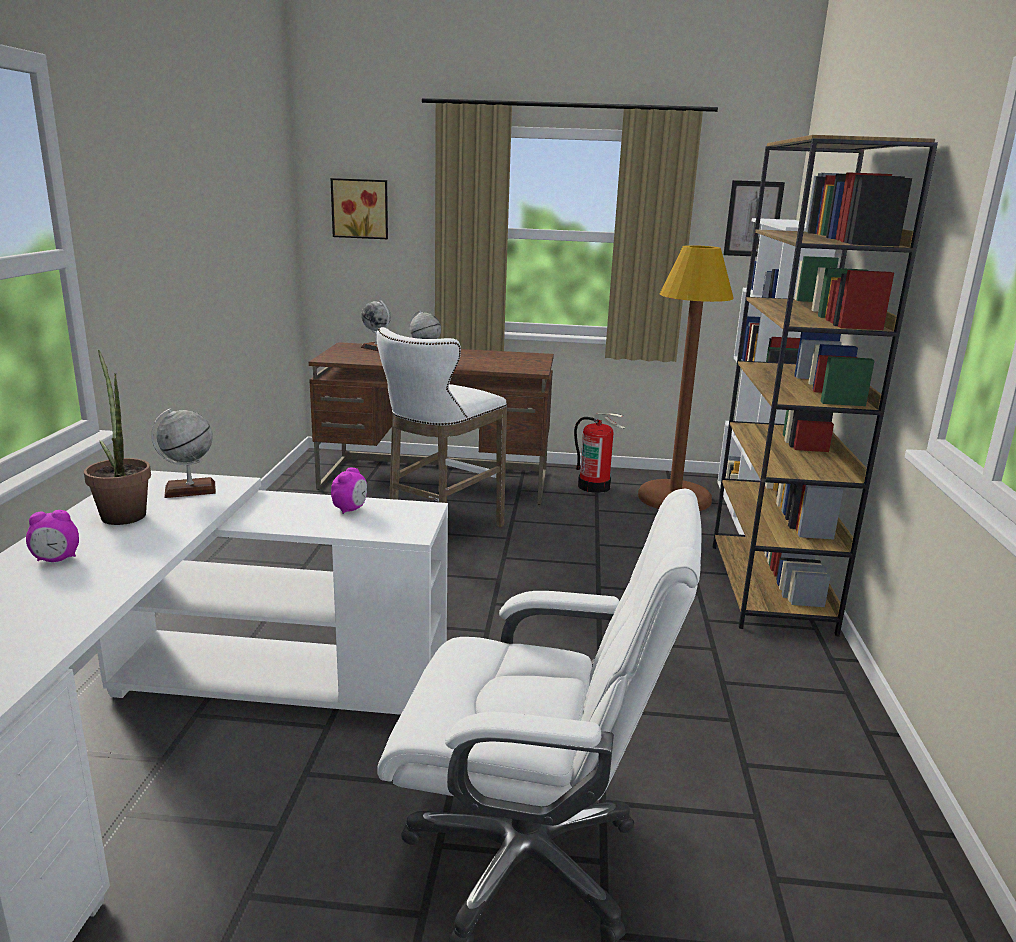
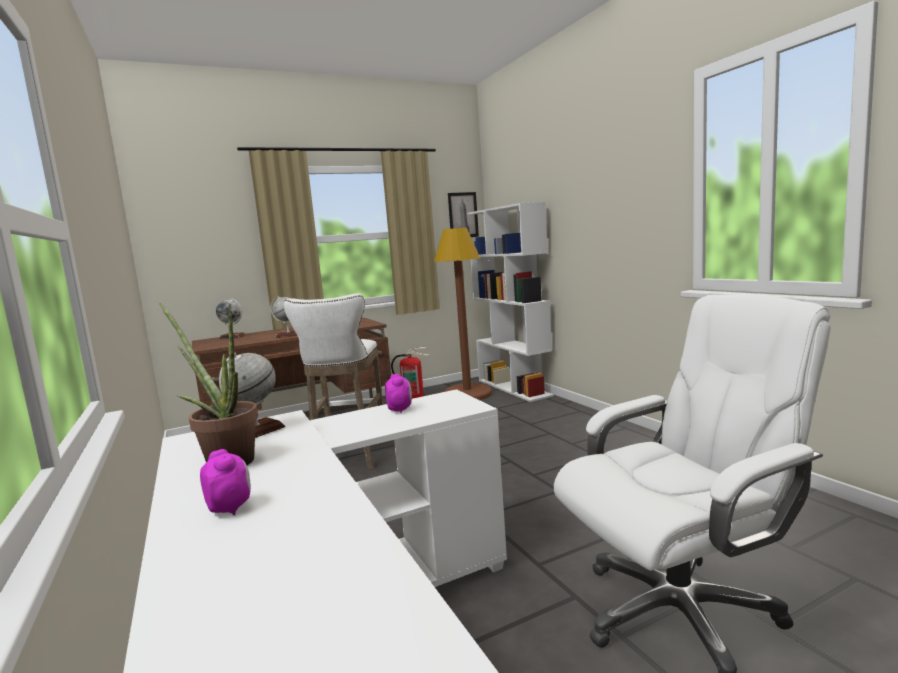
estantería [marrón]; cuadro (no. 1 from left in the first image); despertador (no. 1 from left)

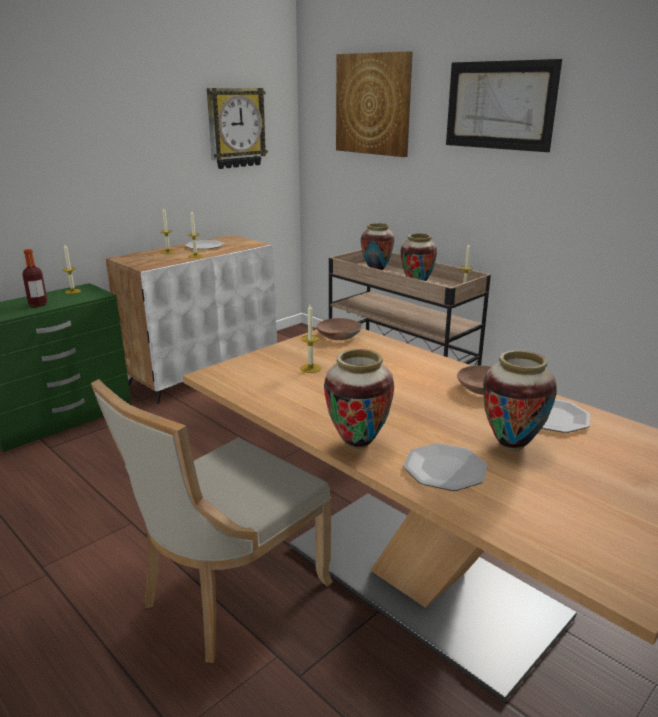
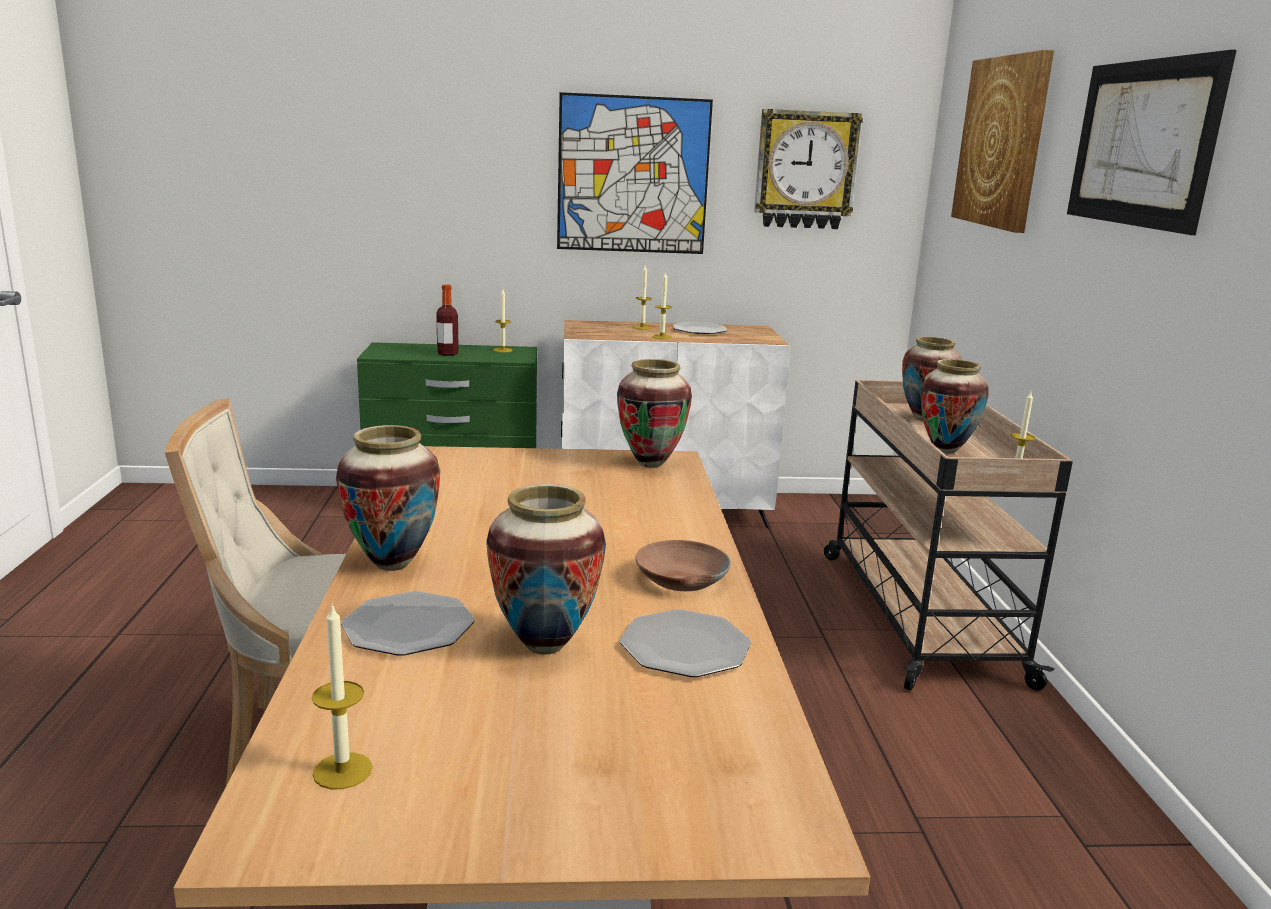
vela (no. 1 from left); florero (no. 3 from left); cuadro (no. 1 from left)

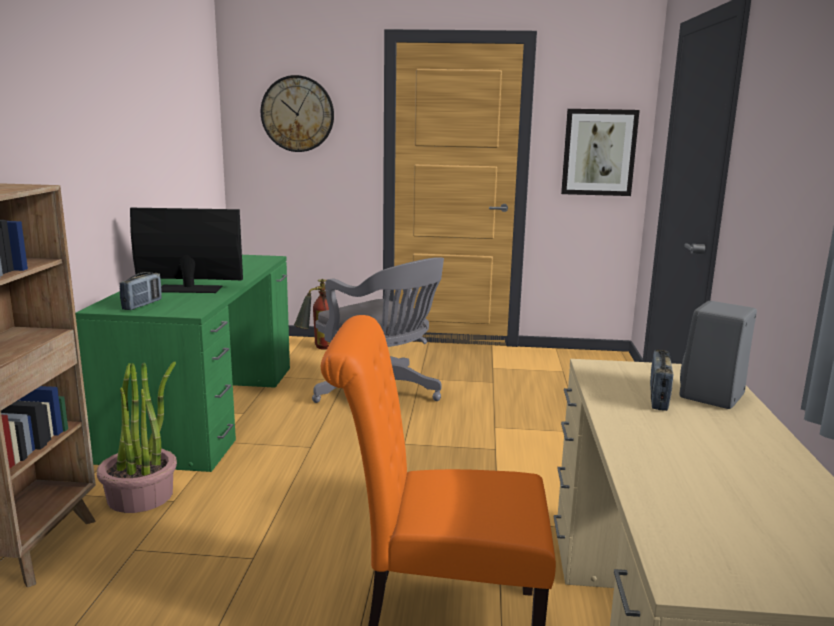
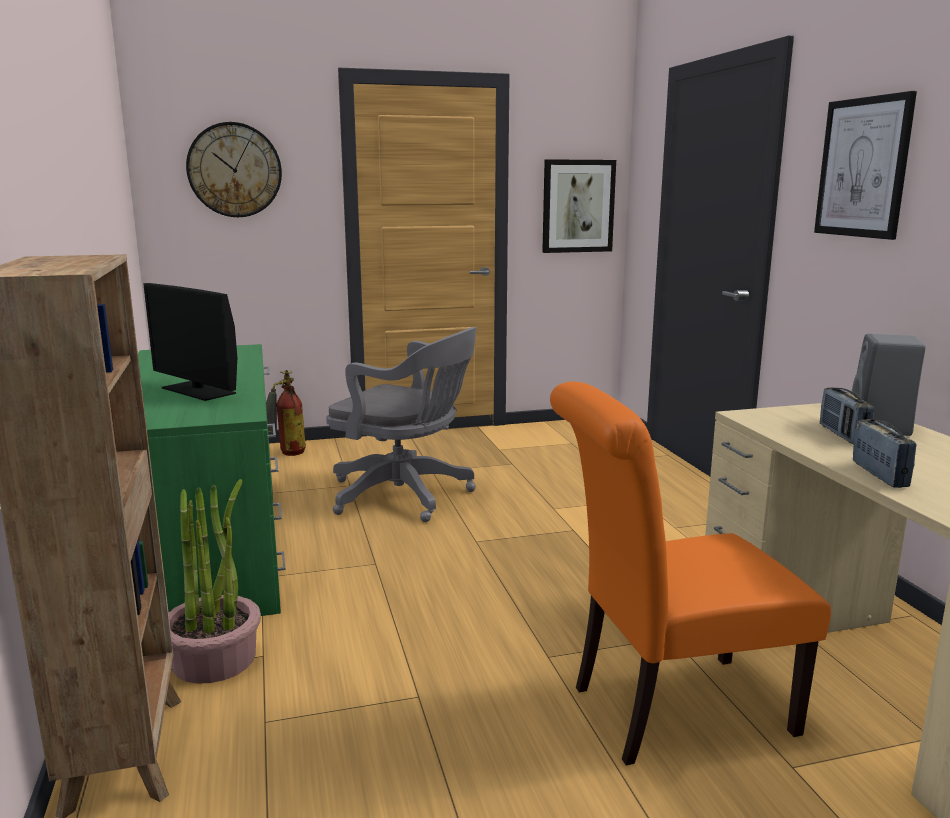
monitor; radio (no. 2 from left); cuadro (no. 2 from left)

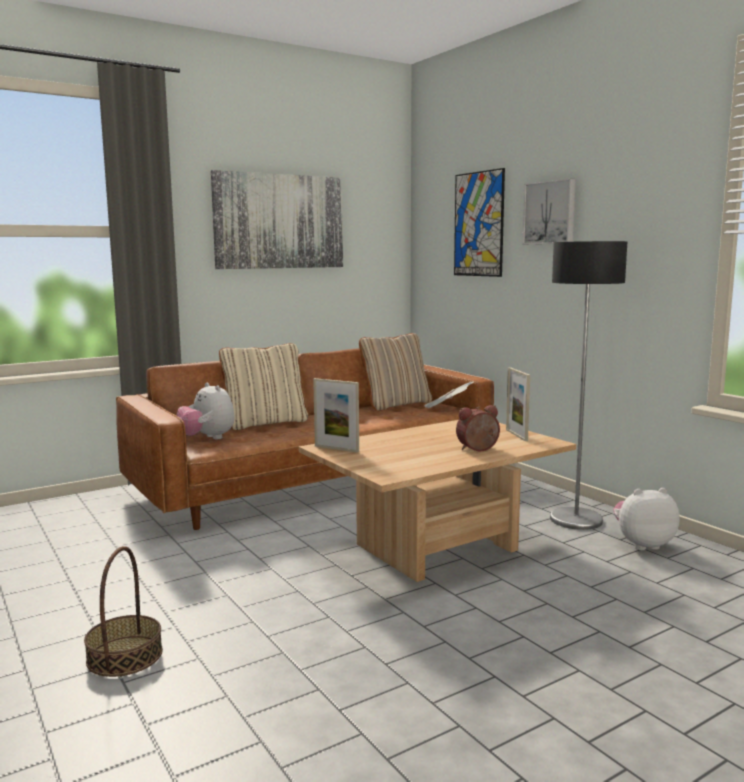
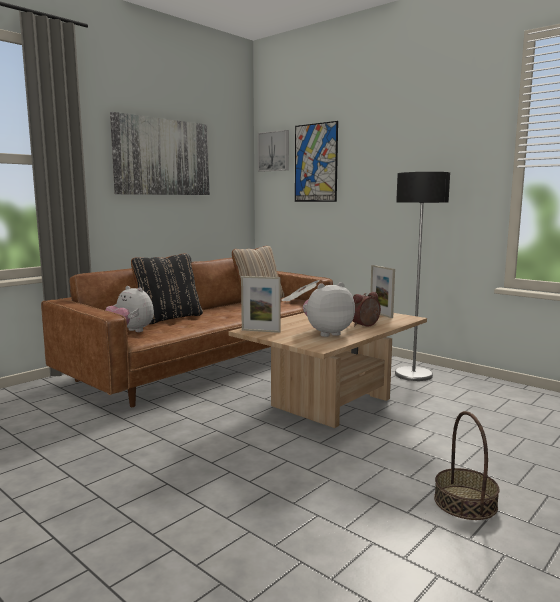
cuadro (no. 2 from left); cojín [negro]; peluche (no. 2 from left); cesta

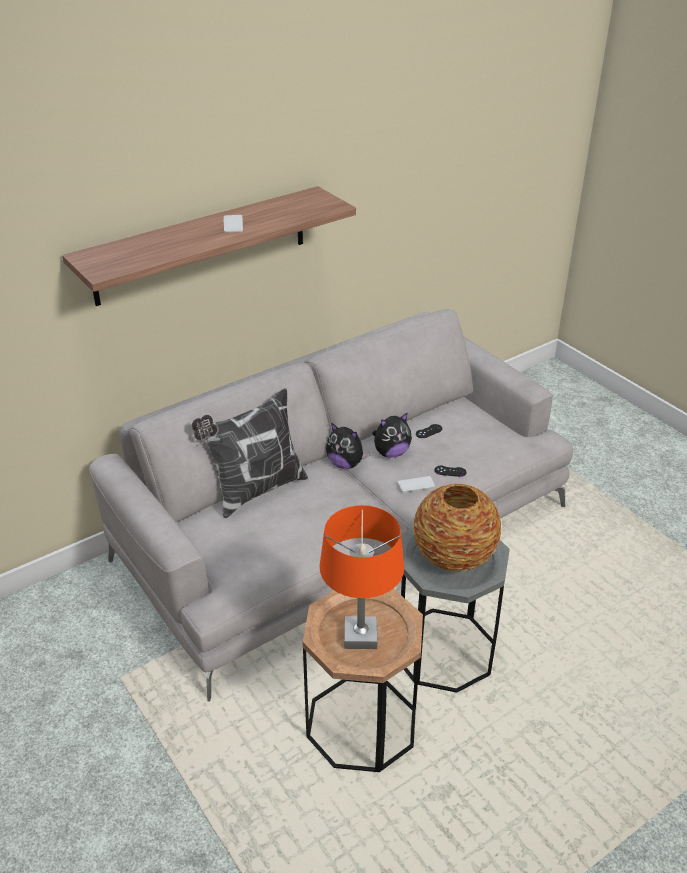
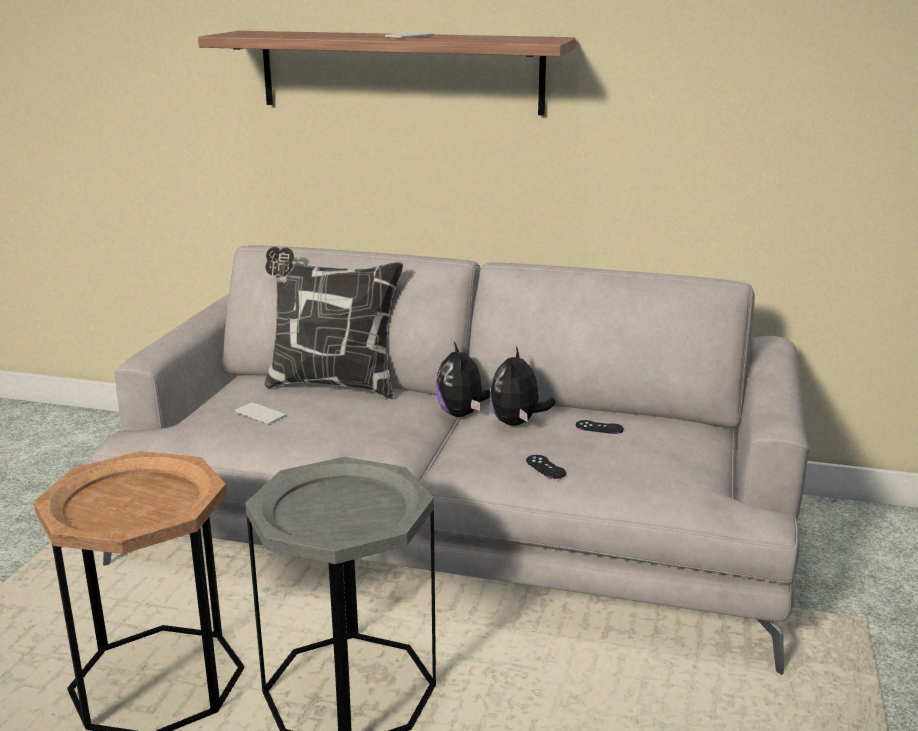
peluche (no. 2 from left); móvil (no. 1 from left); florero; lámpara de mesa [naranja]

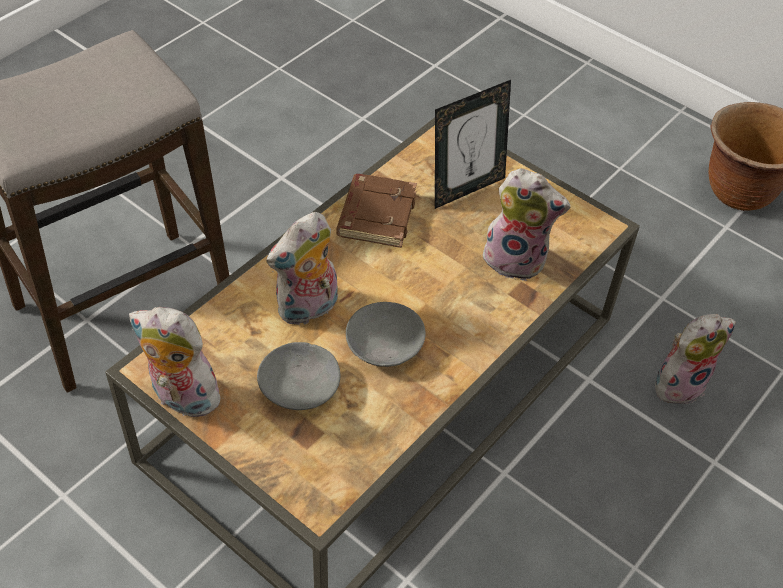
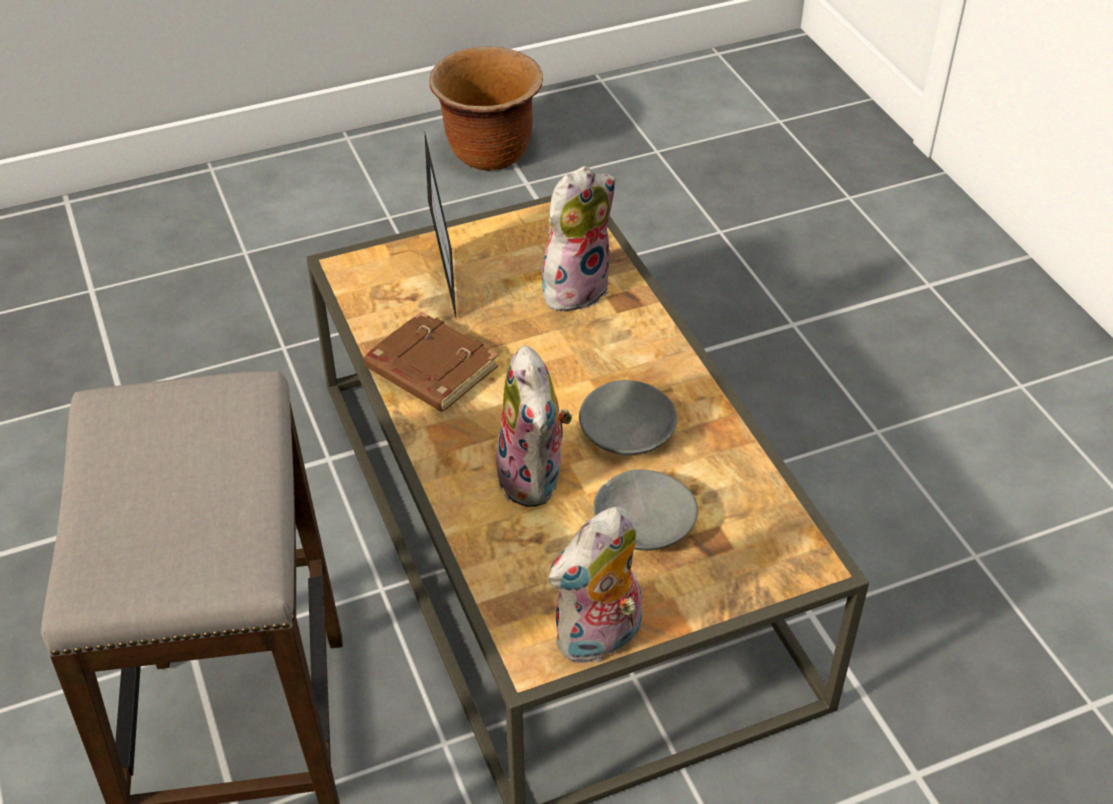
peluche (no. 4 from left in the first image)

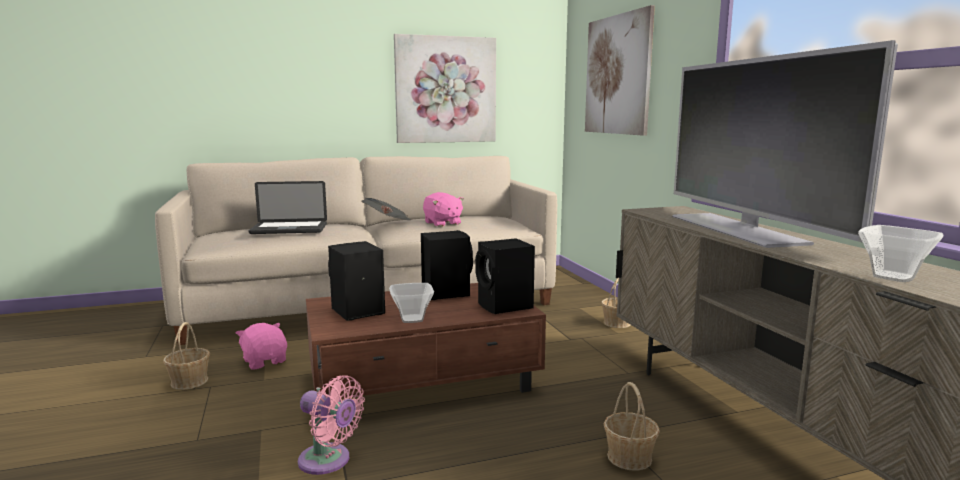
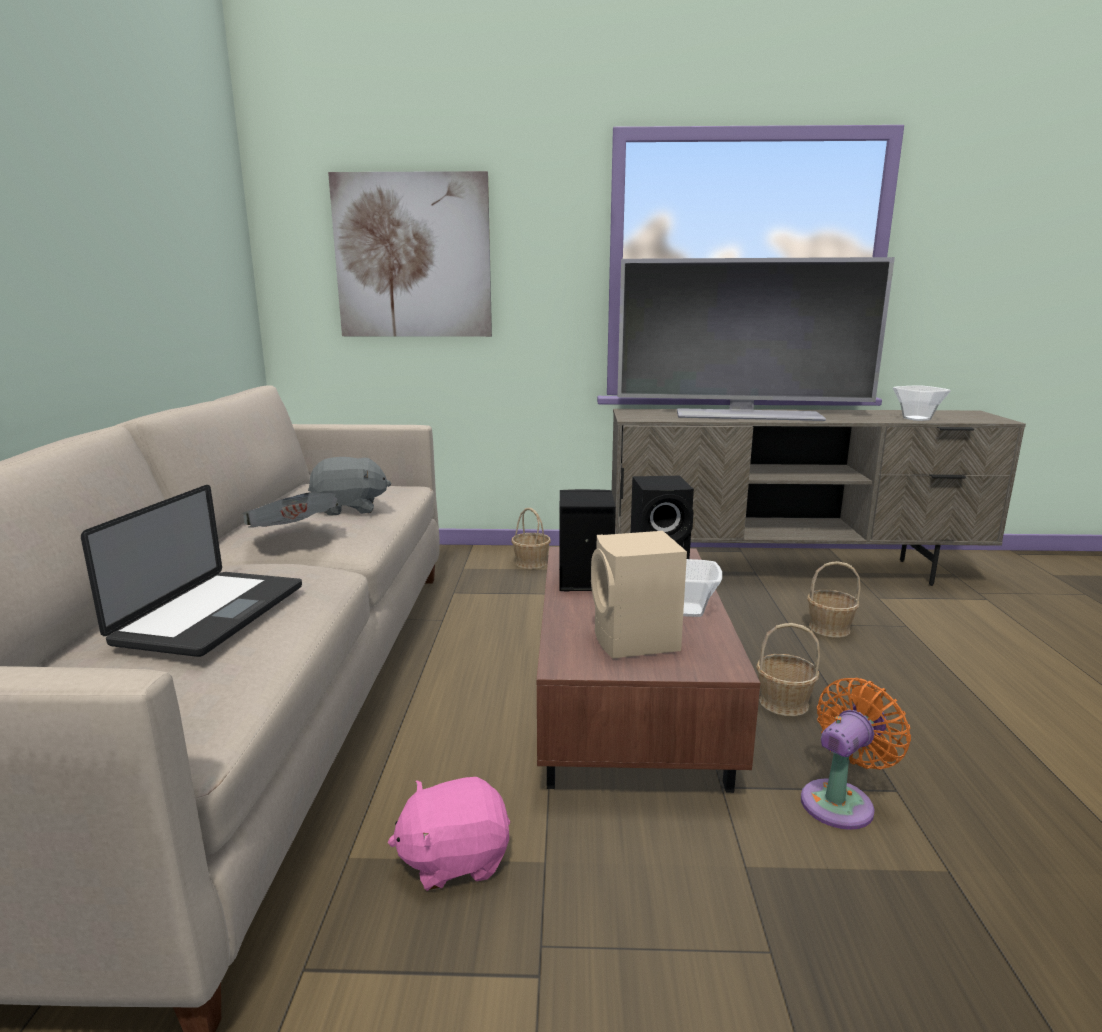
cuadro (no. 1 from left in the first image); peluche [gris]; altavoz [beis]; cesta (no. 2 from left); ventilador [naranja]

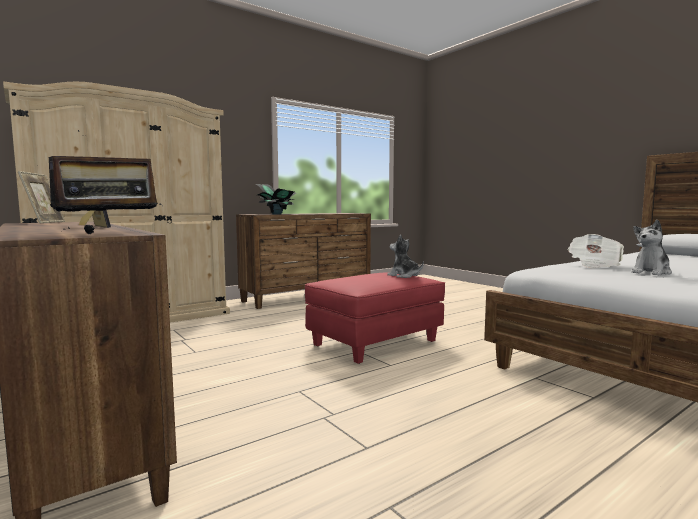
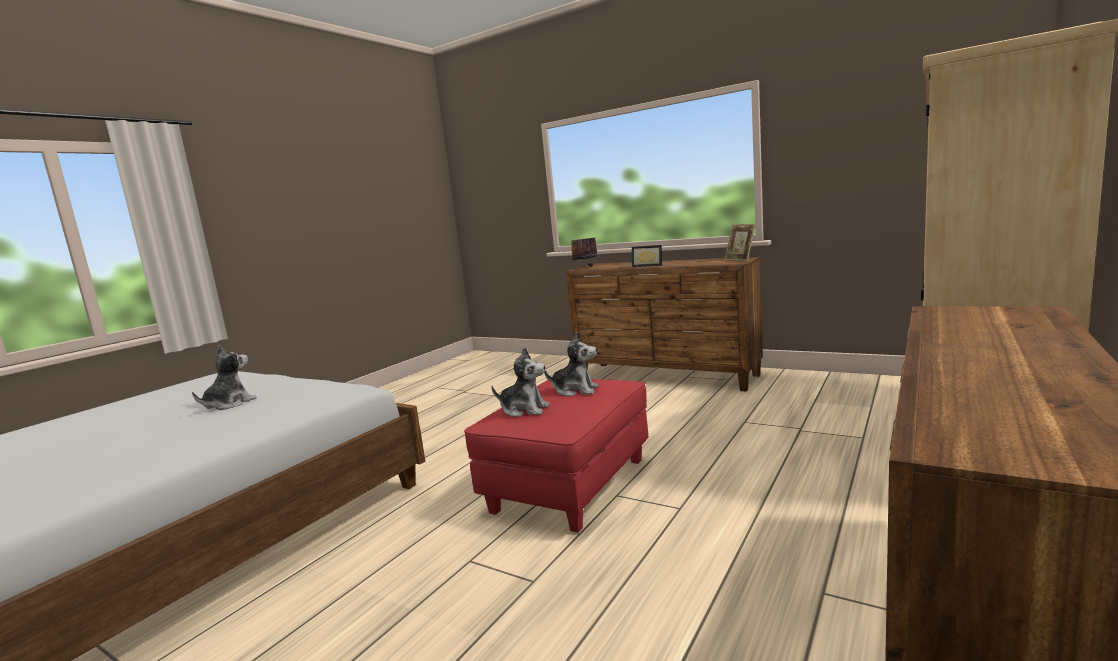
planta en maceta; periódico; peluche (no. 3 from left)

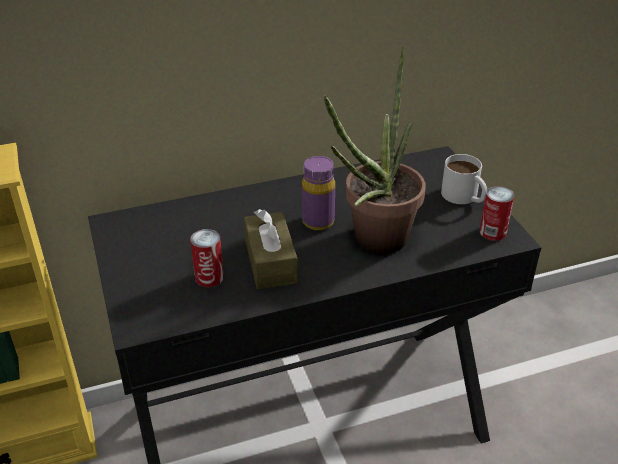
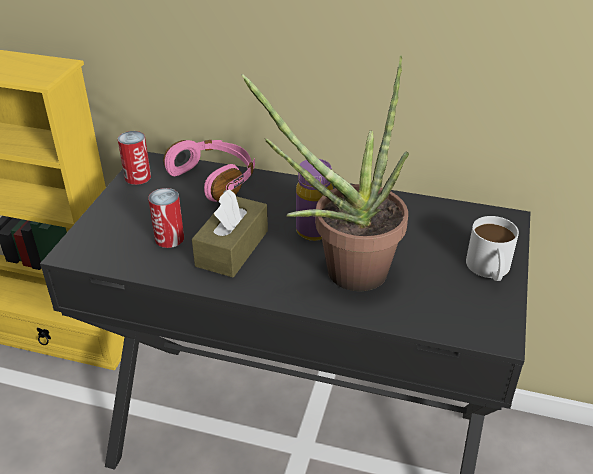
lata (no. 1 from left); auriculares [rosa]

